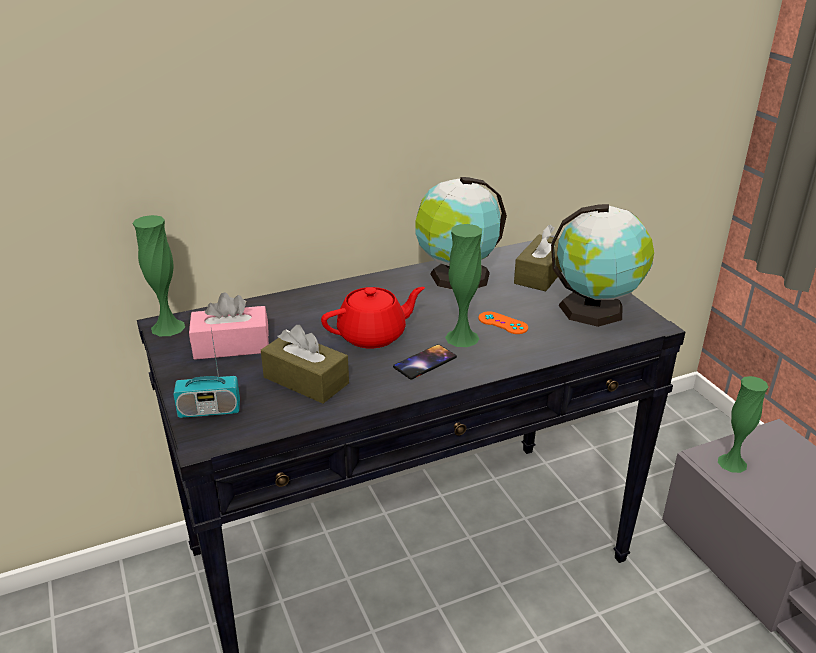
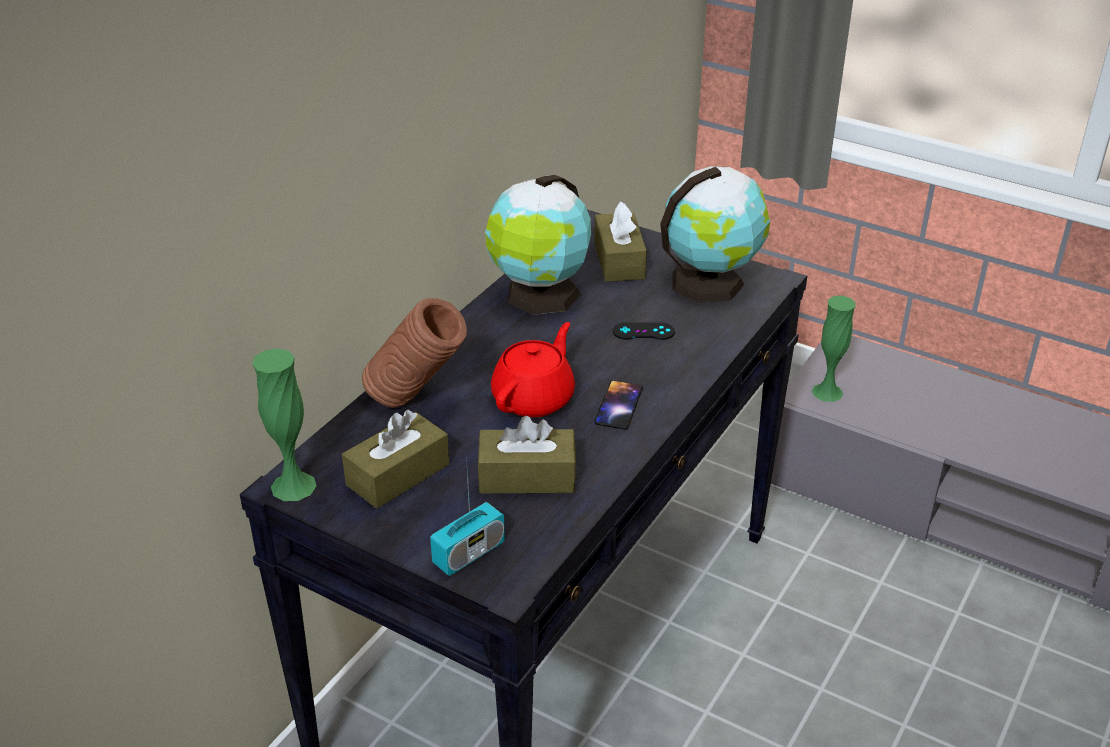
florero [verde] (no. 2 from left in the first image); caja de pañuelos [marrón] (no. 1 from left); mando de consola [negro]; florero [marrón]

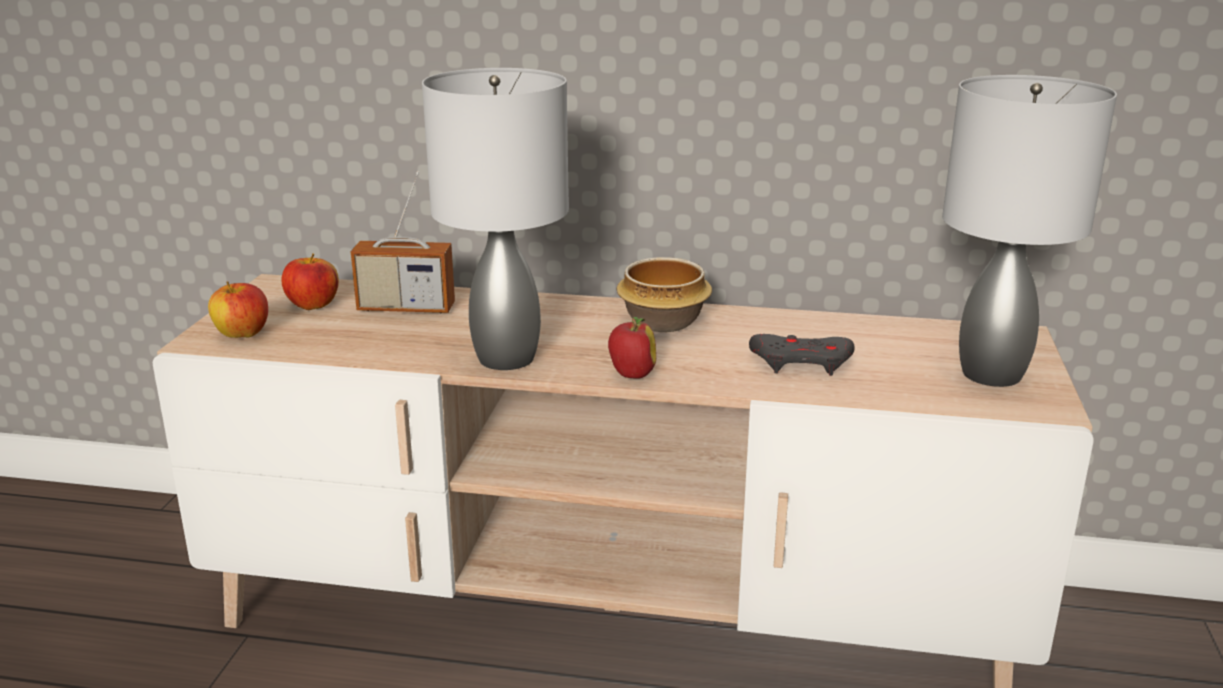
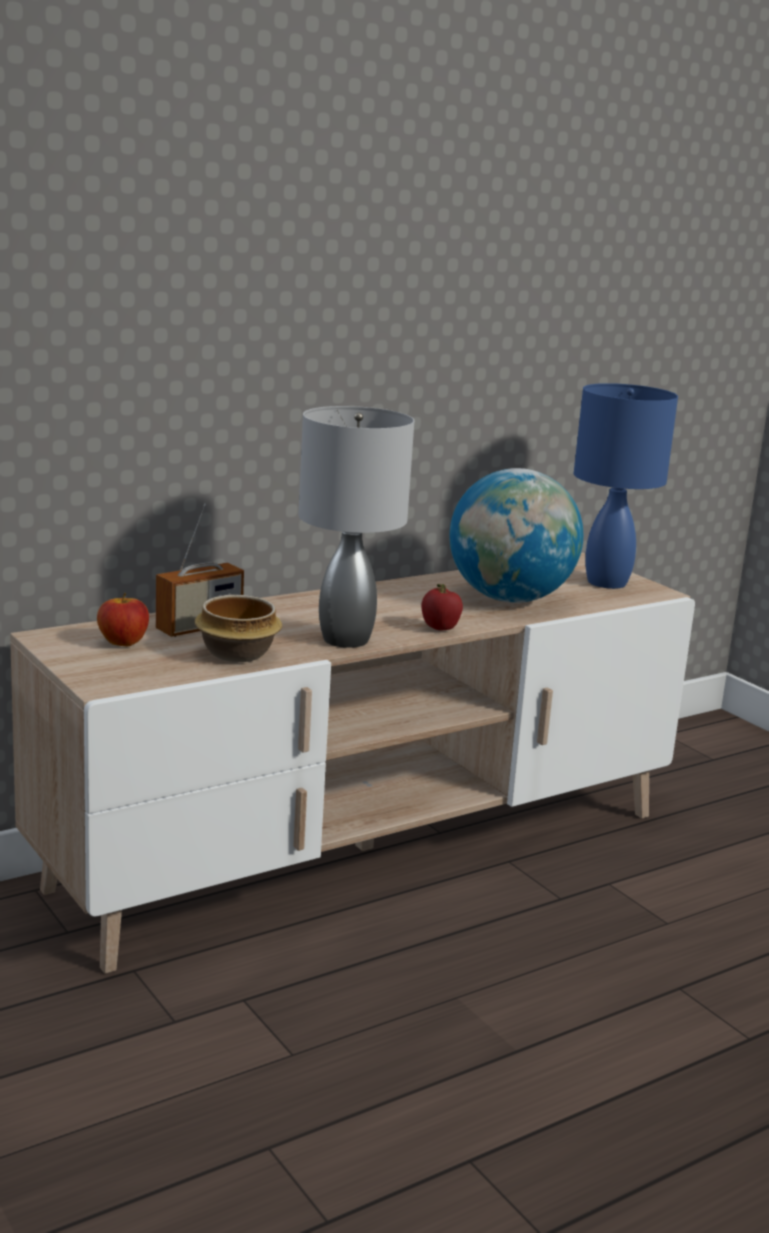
lámpara de mesa [azul]; cuenco; manzana (no. 1 from left in the first image); globo terráqueo

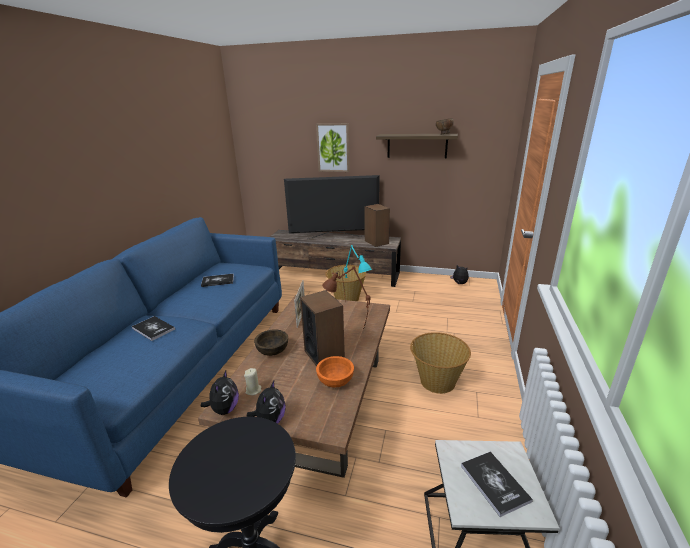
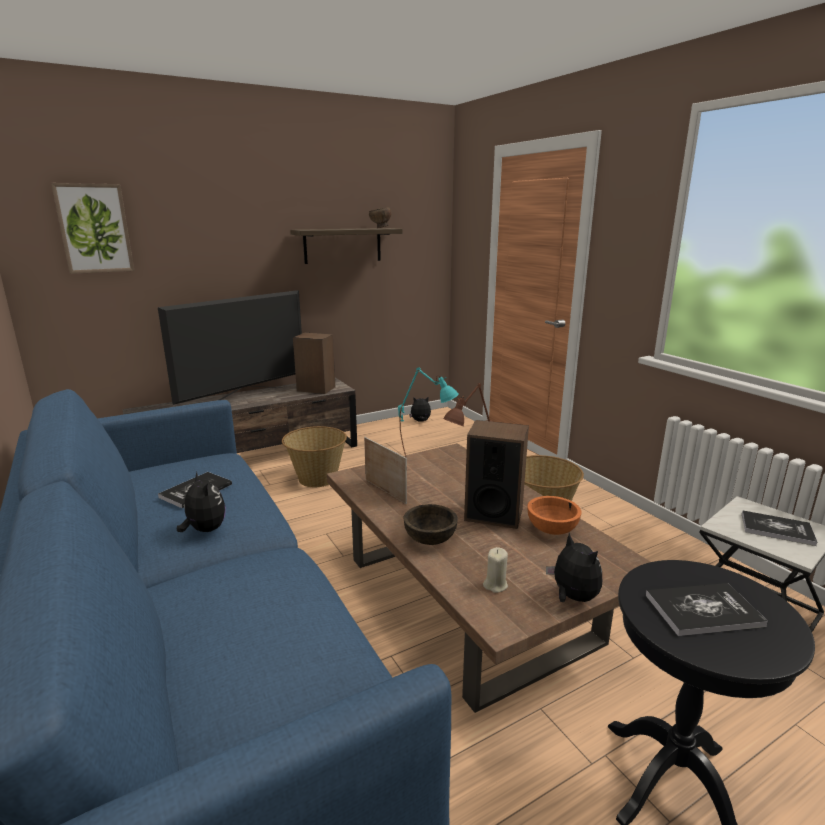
cuadro; libro (no. 2 from left); peluche (no. 1 from left)

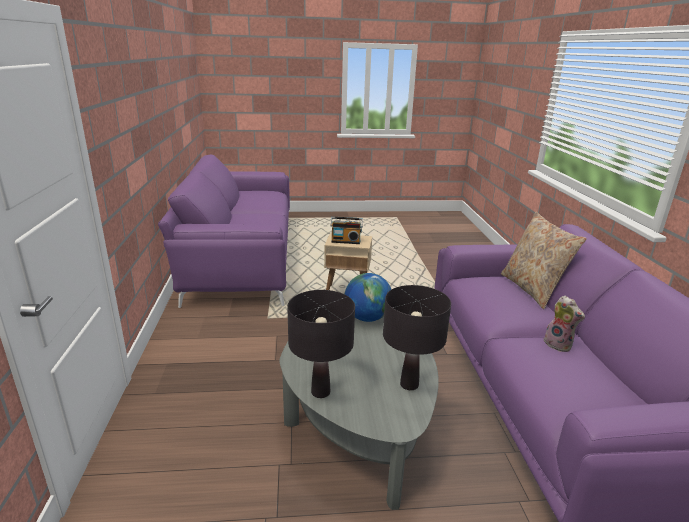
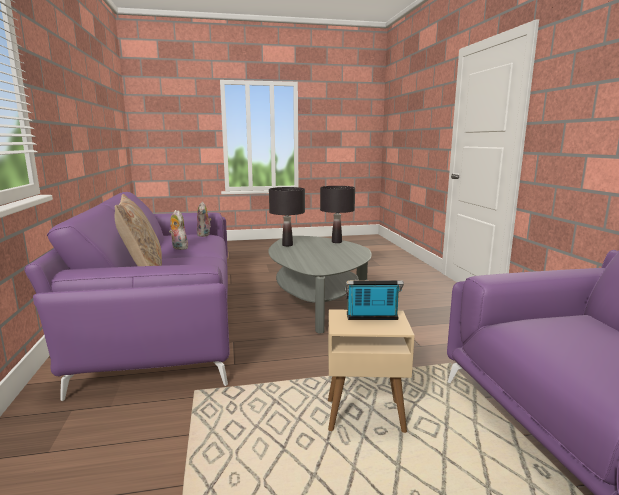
globo terráqueo; peluche (no. 2 from left)

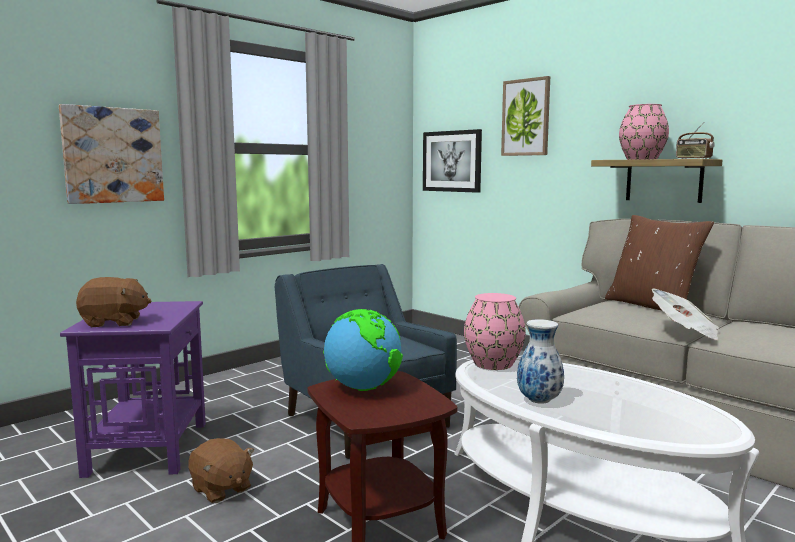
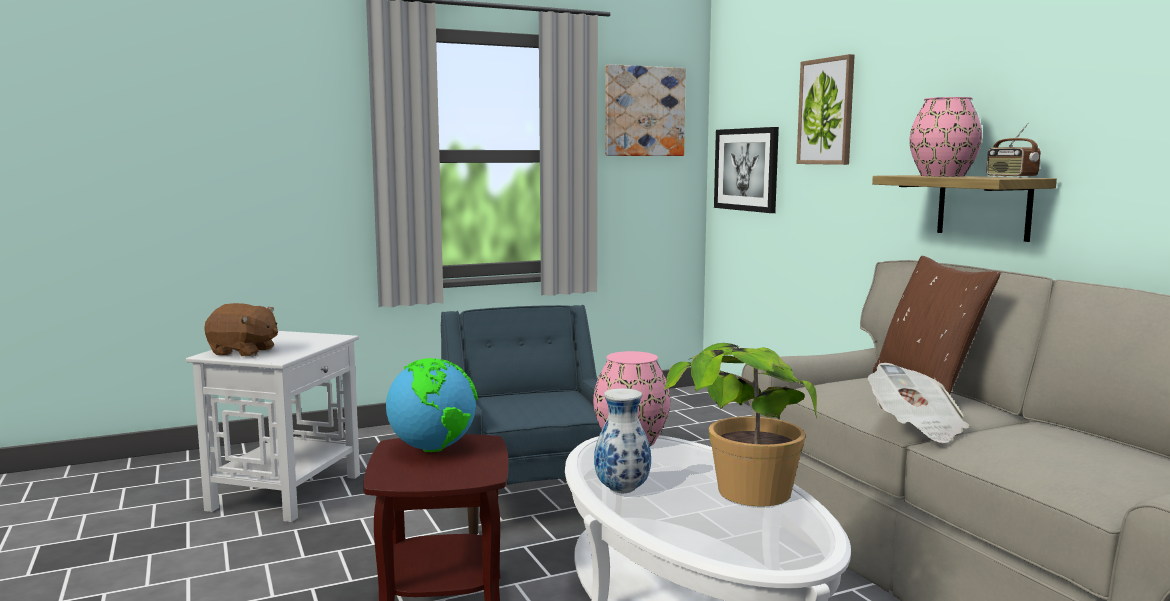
cuadro (no. 1 from left); mesa auxiliar [blanco]; peluche [marrón] (no. 2 from left in the first image); planta en maceta

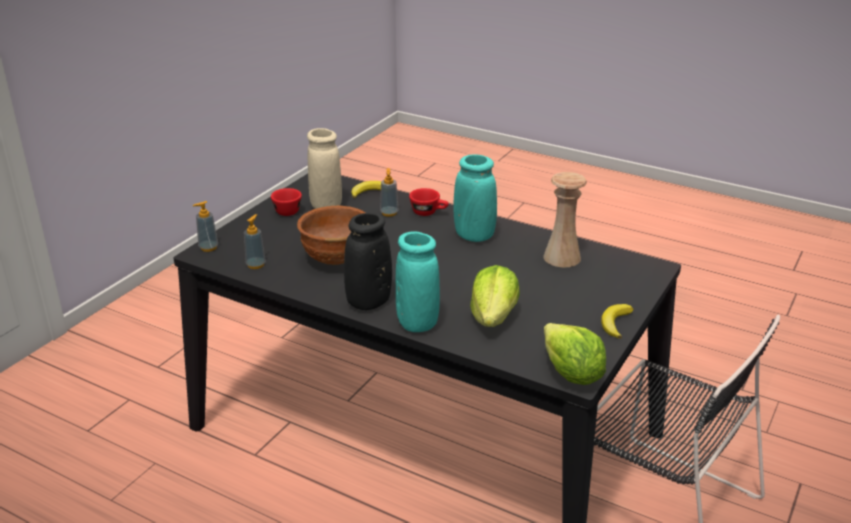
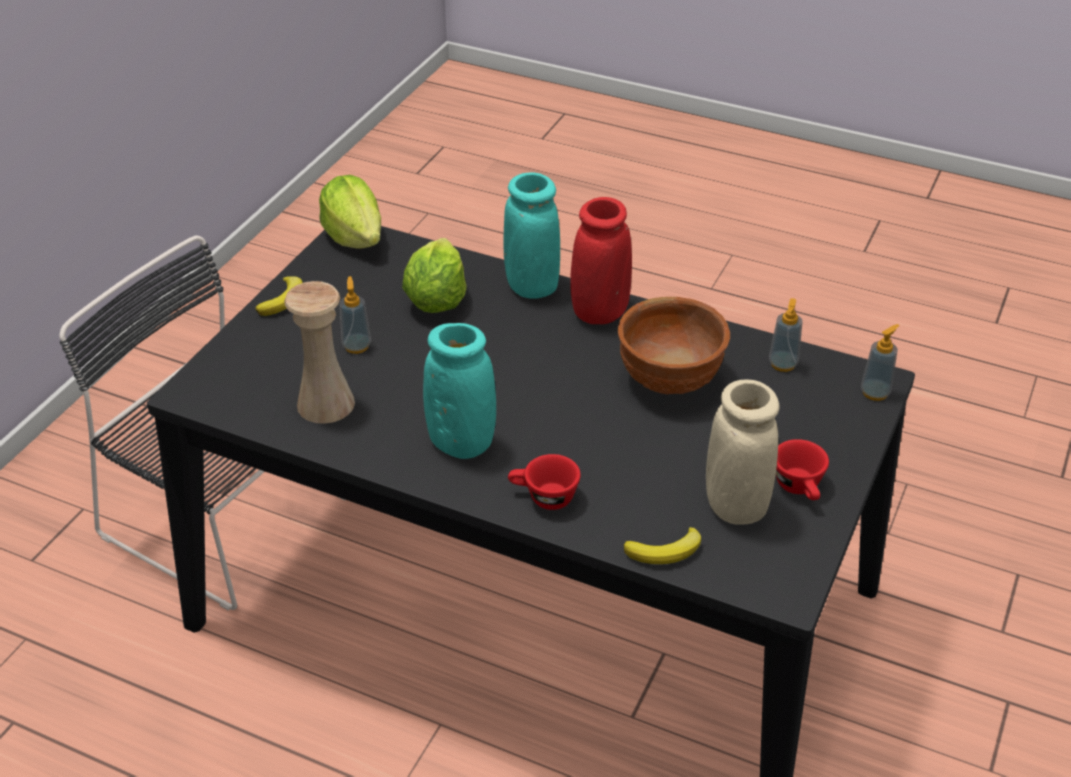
dispensador de jabón (no. 1 from left); florero [rojo]

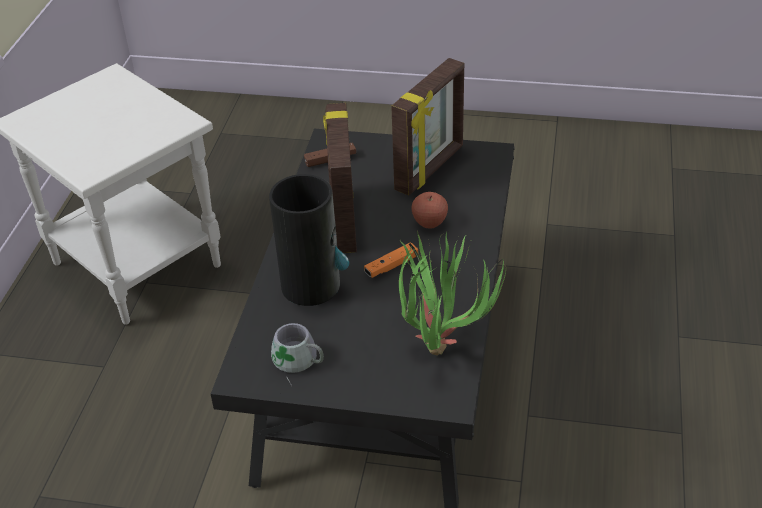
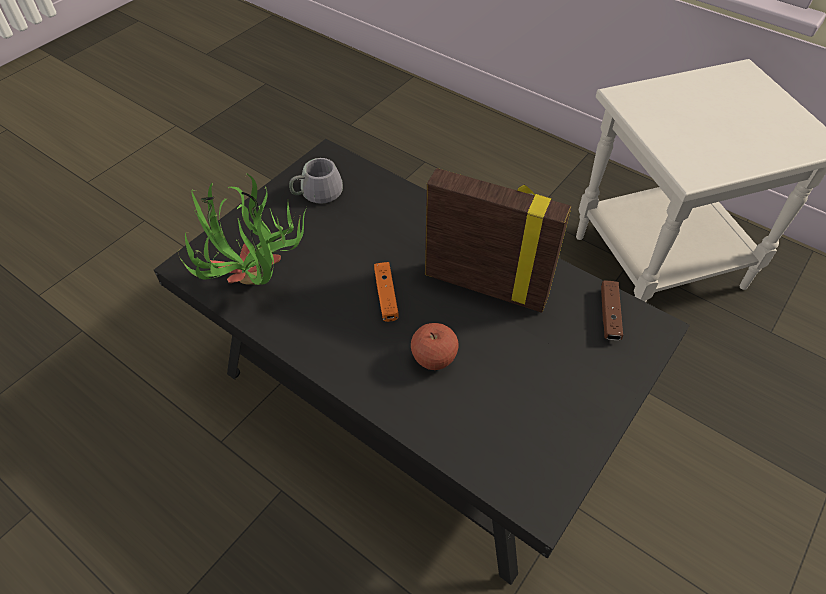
portarretratos (no. 2 from left in the first image); florero

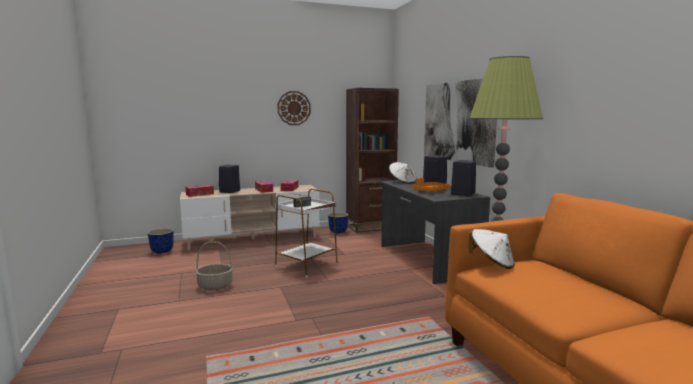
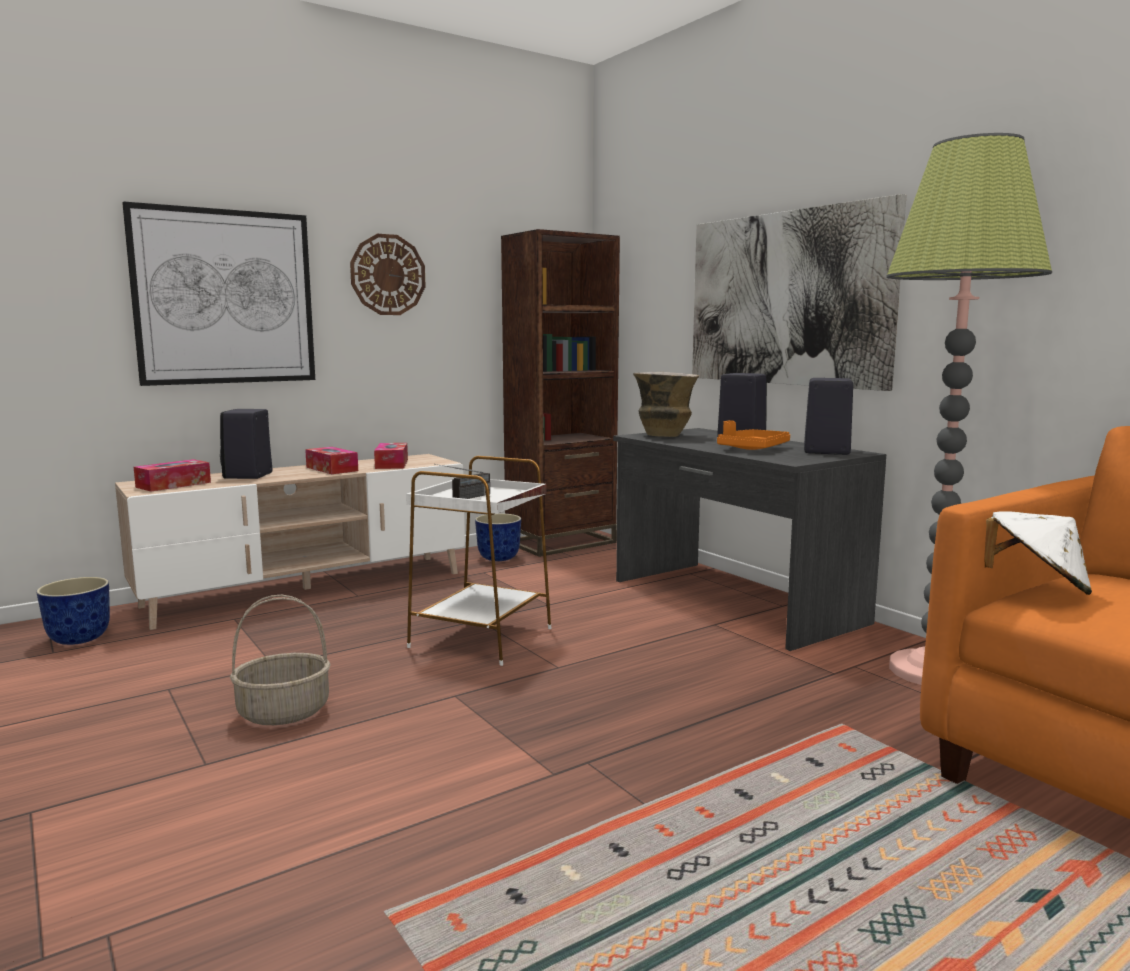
florero; cuadro (no. 1 from left)

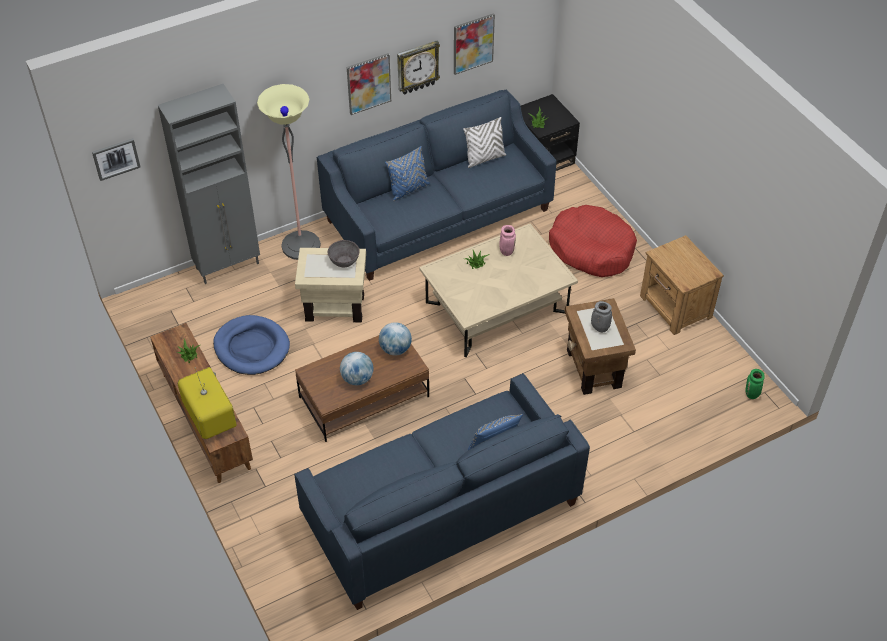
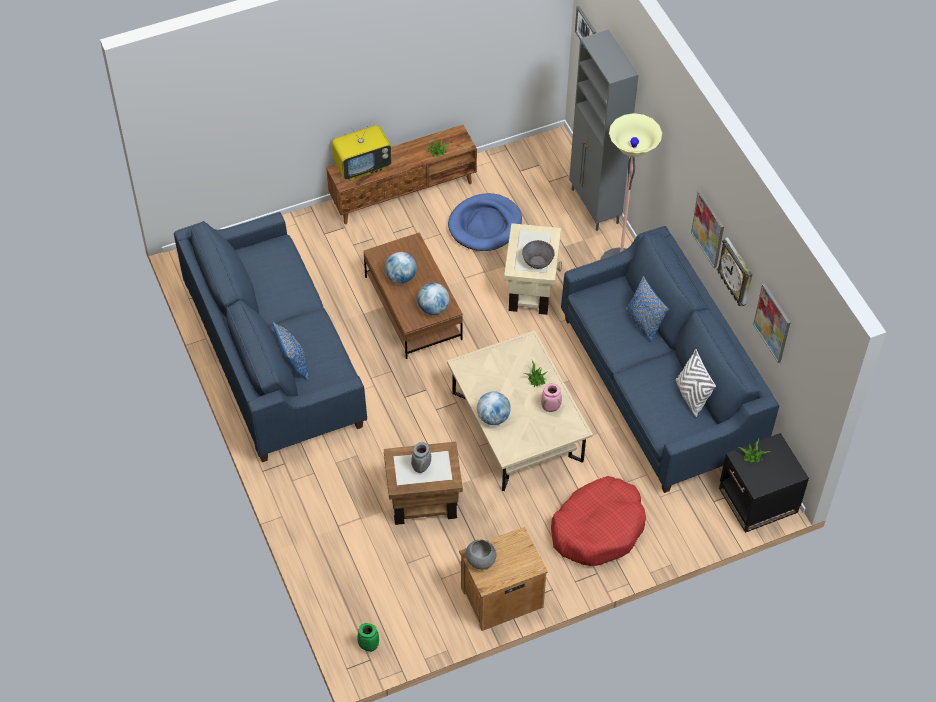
globo terráqueo (no. 3 from left); cuenco [gris] (no. 1 from left)

